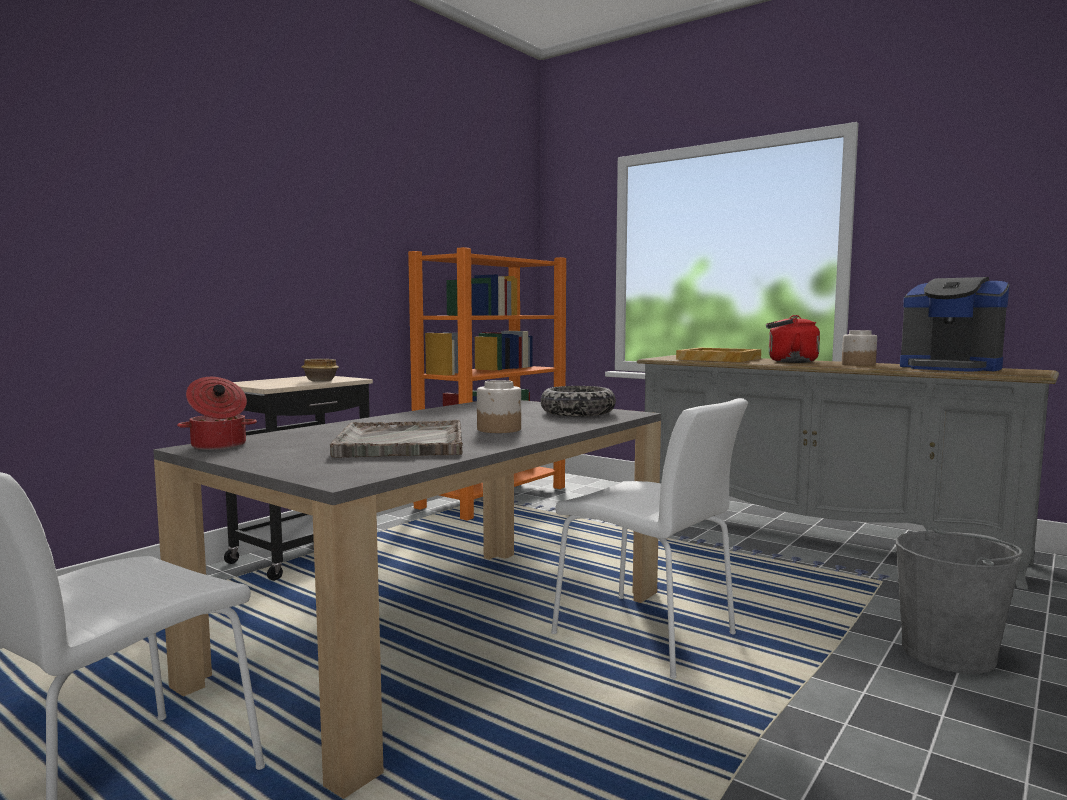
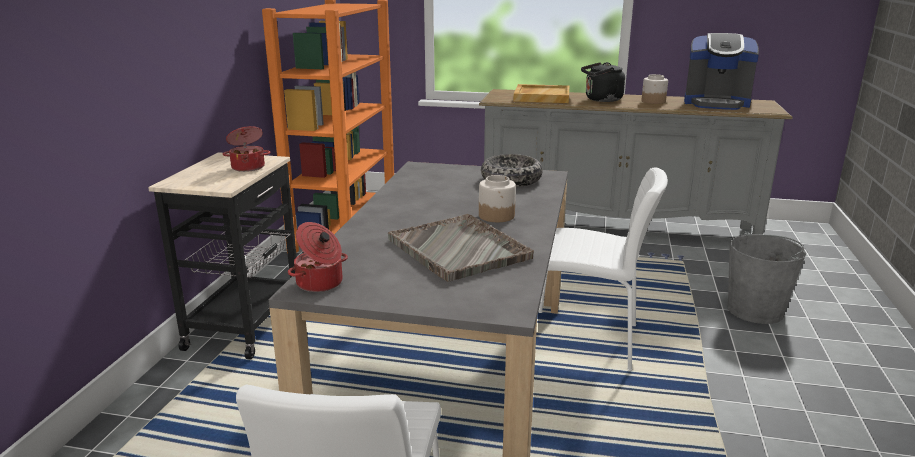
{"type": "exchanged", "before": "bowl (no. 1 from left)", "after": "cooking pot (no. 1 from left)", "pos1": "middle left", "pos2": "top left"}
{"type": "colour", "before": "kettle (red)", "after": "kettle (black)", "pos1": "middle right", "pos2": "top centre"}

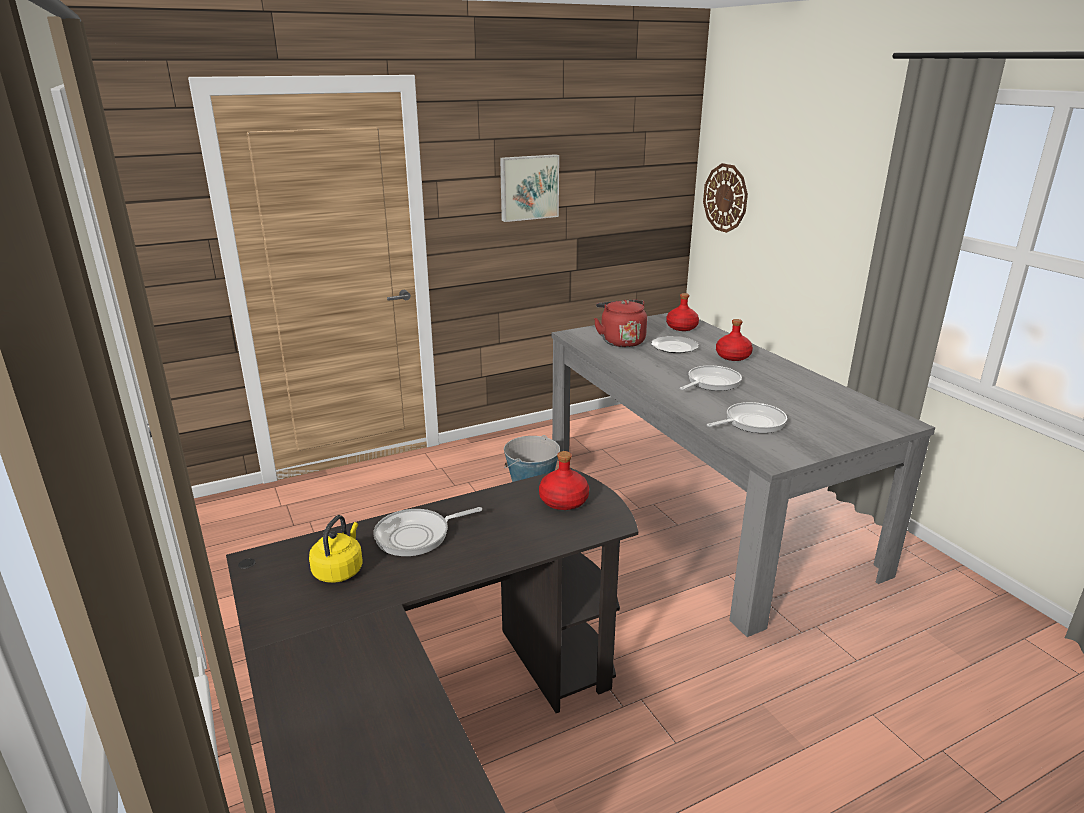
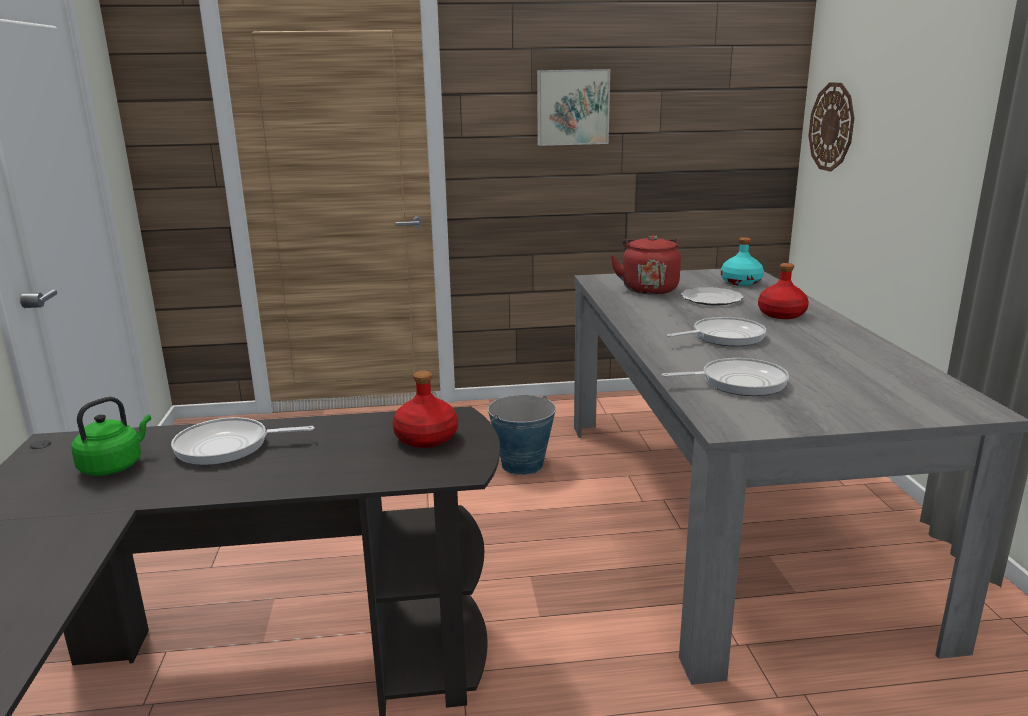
{"type": "colour", "before": "kettle (yellow)", "after": "kettle (green)", "pos1": "bottom left", "pos2": "middle left"}
{"type": "colour", "before": "bottle (red) (no. 2 from left)", "after": "bottle (turquoise)", "pos1": "centre", "pos2": "middle right"}

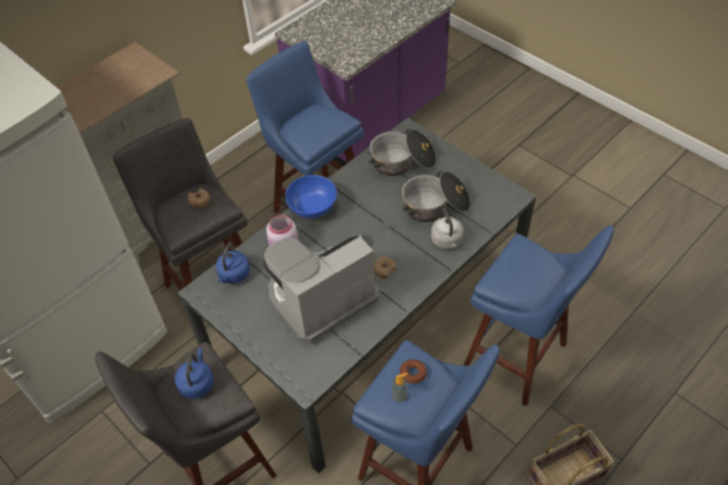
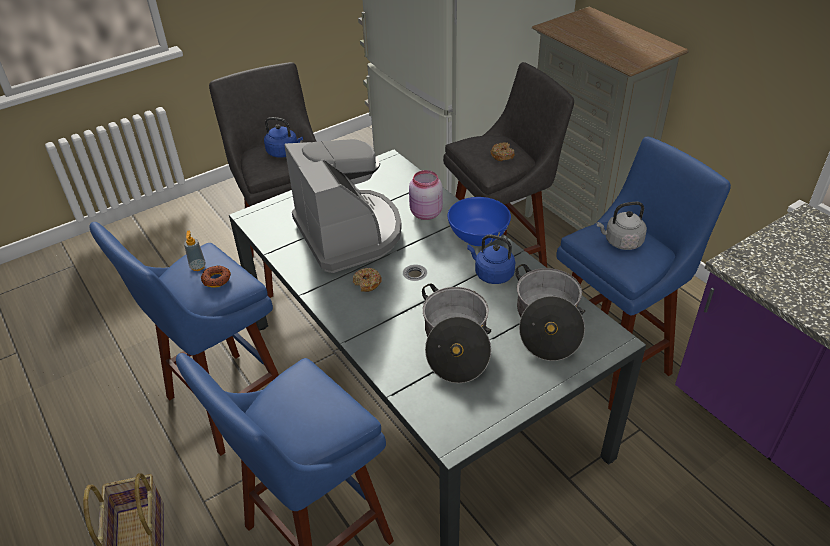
{"type": "relocated", "before": "kettle (blue) (no. 2 from left)", "pos1": "middle left", "pos2": "centre"}
{"type": "relocated", "before": "kettle (grey)", "pos1": "centre", "pos2": "middle right"}

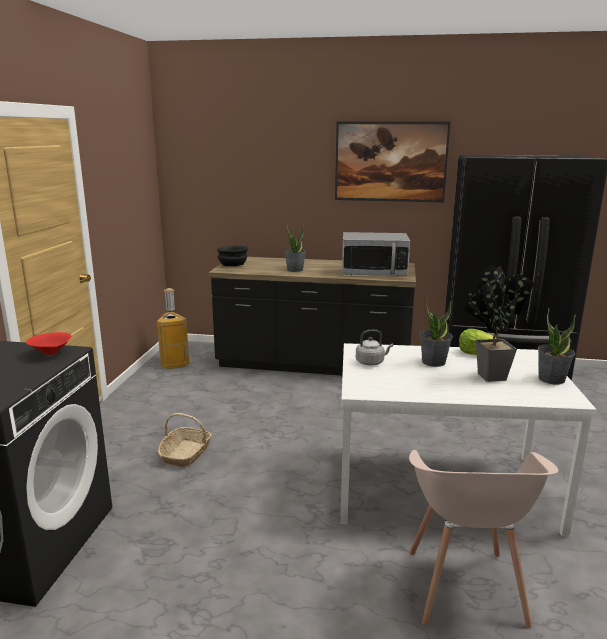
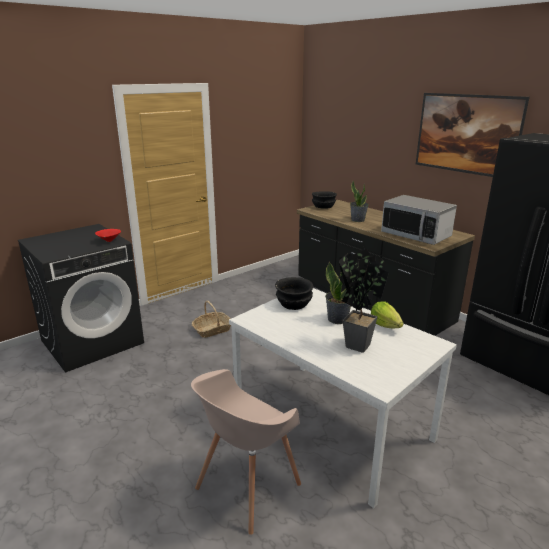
{"type": "missing", "before": "trash can", "pos1": "middle left"}
{"type": "missing", "before": "potted plant (no. 4 from left)", "pos1": "middle right"}
{"type": "exchanged", "before": "kettle (grey)", "after": "bowl (black) (no. 1 from left)", "pos1": "centre", "pos2": "centre"}

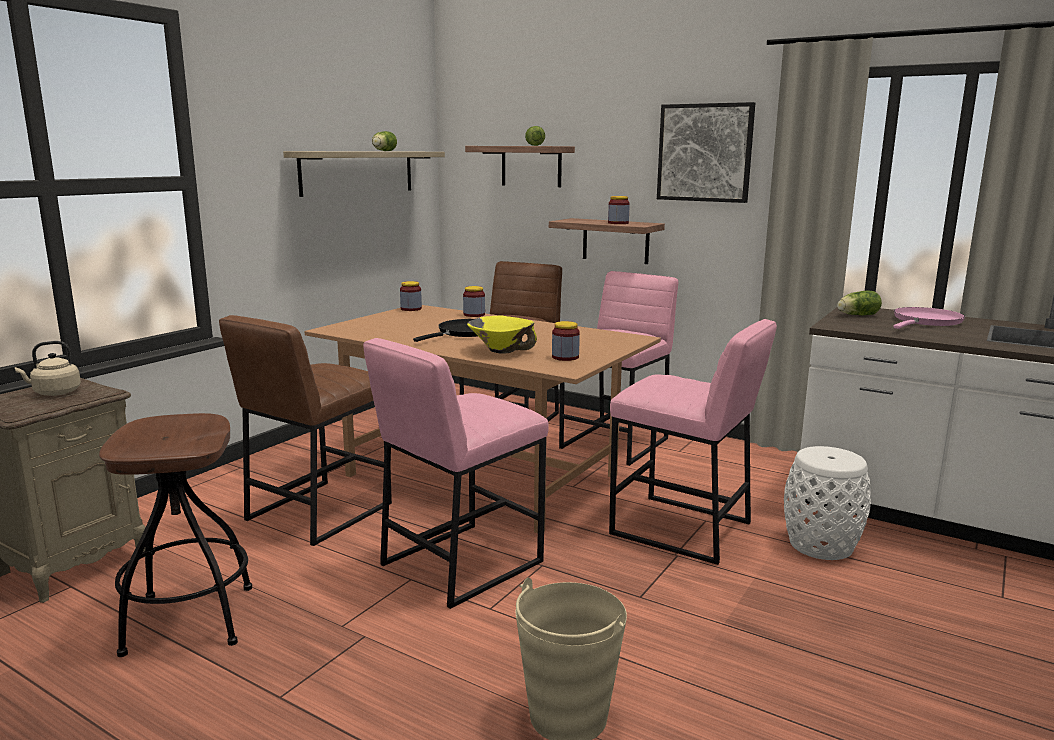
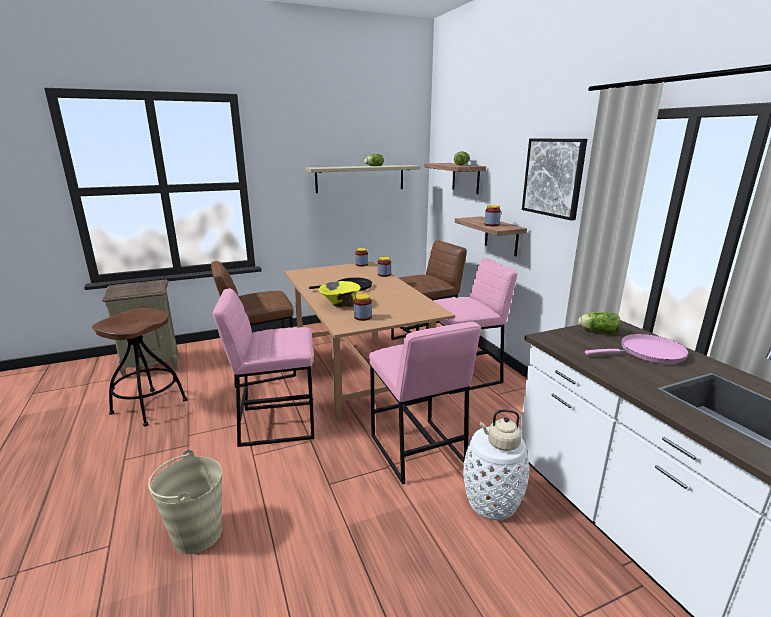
{"type": "relocated", "before": "kettle (beige)", "pos1": "middle left", "pos2": "bottom centre"}

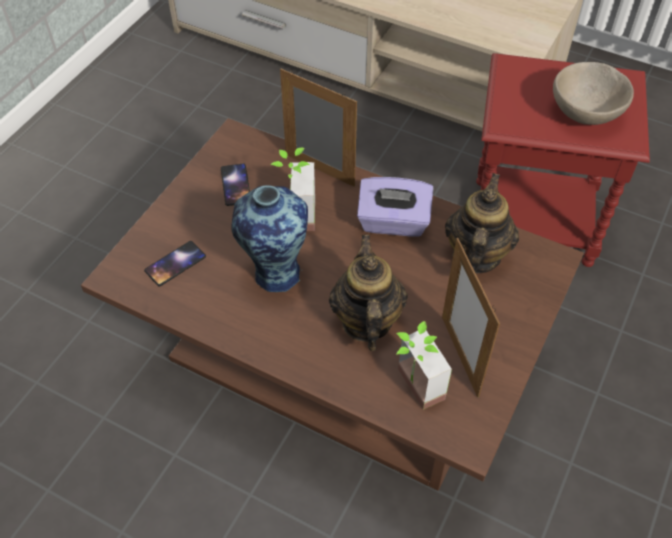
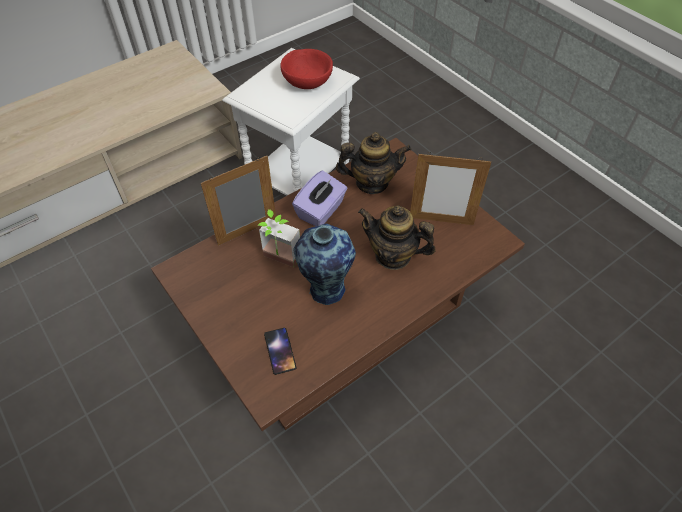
{"type": "missing", "before": "phone (no. 2 from left)", "pos1": "centre"}
{"type": "missing", "before": "potted plant (no. 2 from left)", "pos1": "bottom centre"}
{"type": "colour", "before": "side table (red)", "after": "side table (white)", "pos1": "top right", "pos2": "top centre"}
{"type": "colour", "before": "bowl (beige)", "after": "bowl (red)", "pos1": "top right", "pos2": "top centre"}
{"type": "spun", "before": "teapot (no. 2 from left in the first image)", "pos1": "middle right", "pos2": "top centre", "turn": 135}

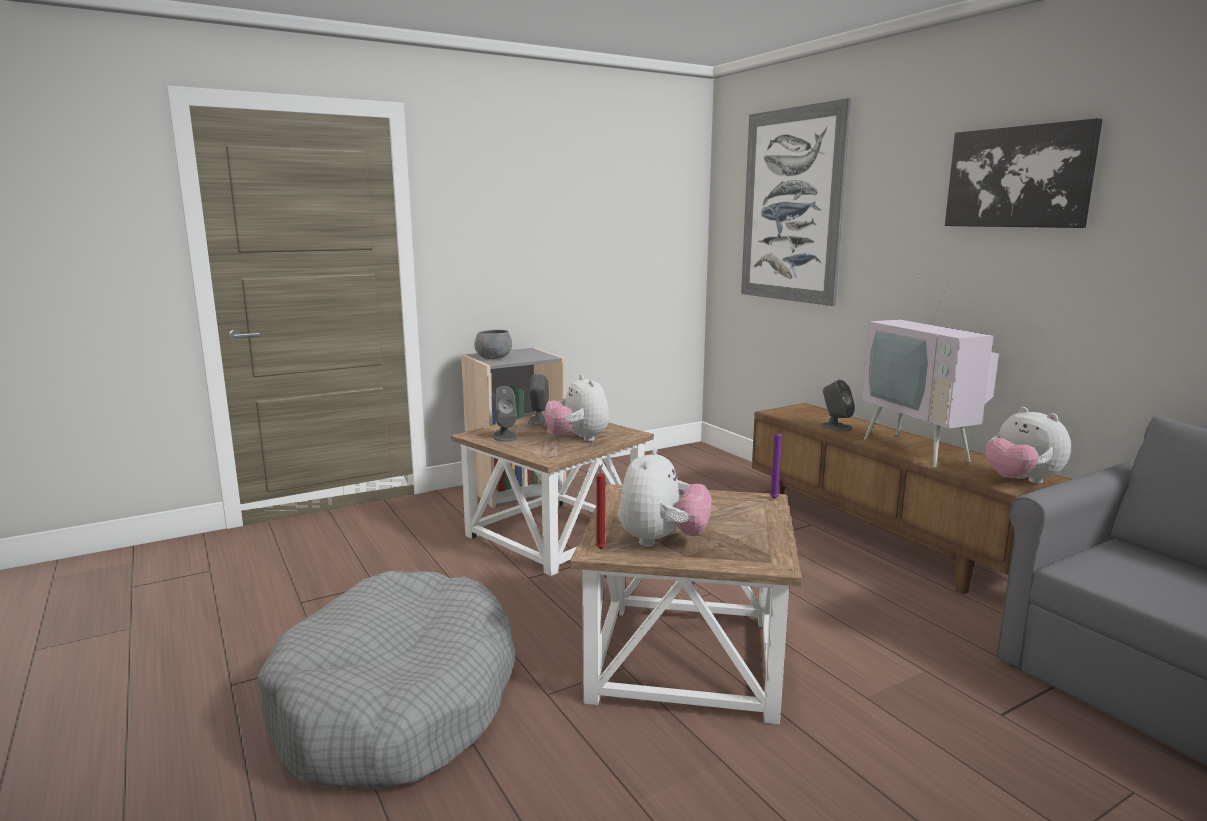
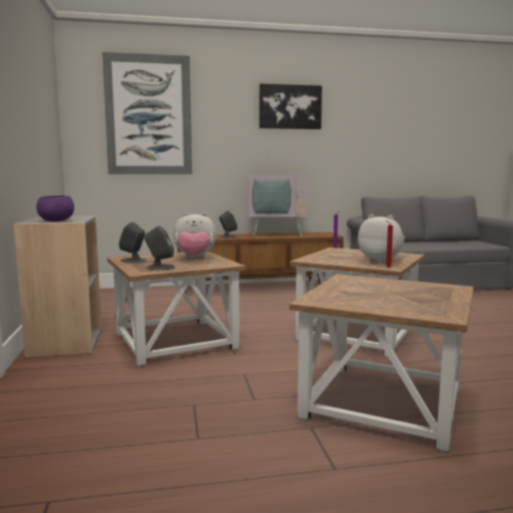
{"type": "missing", "before": "plush toy (no. 3 from left)", "pos1": "middle right"}
{"type": "exchanged", "before": "dog bed (grey)", "after": "side table (brown) (no. 3 from left)", "pos1": "bottom left", "pos2": "bottom right"}
{"type": "colour", "before": "bowl (grey)", "after": "bowl (purple)", "pos1": "centre", "pos2": "middle left"}

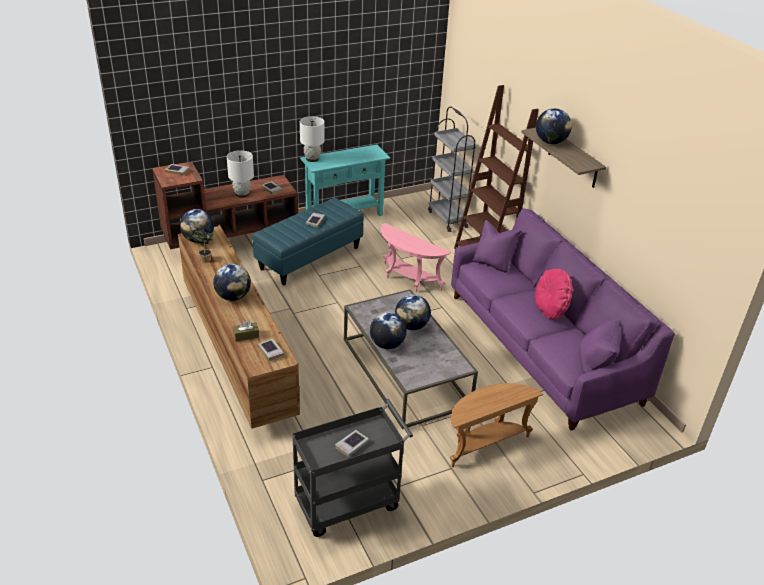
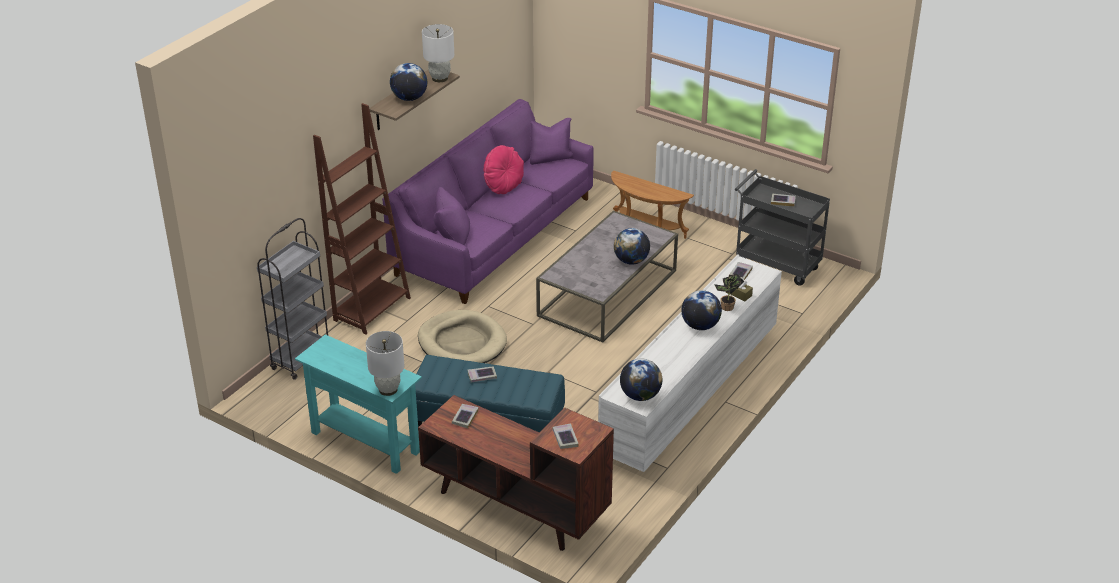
{"type": "missing", "before": "globe (no. 4 from left)", "pos1": "centre"}
{"type": "relocated", "before": "potted plant", "pos1": "middle left", "pos2": "centre"}
{"type": "relocated", "before": "table lamp (white) (no. 1 from left in the first image)", "after": "table lamp (white) (no. 2 from left)", "pos1": "top left", "pos2": "top centre"}
{"type": "exchanged", "before": "side table (pink)", "after": "dog bed (beige)", "pos1": "centre", "pos2": "centre"}
{"type": "colour", "before": "cabinet (brown)", "after": "cabinet (white)", "pos1": "middle left", "pos2": "centre"}

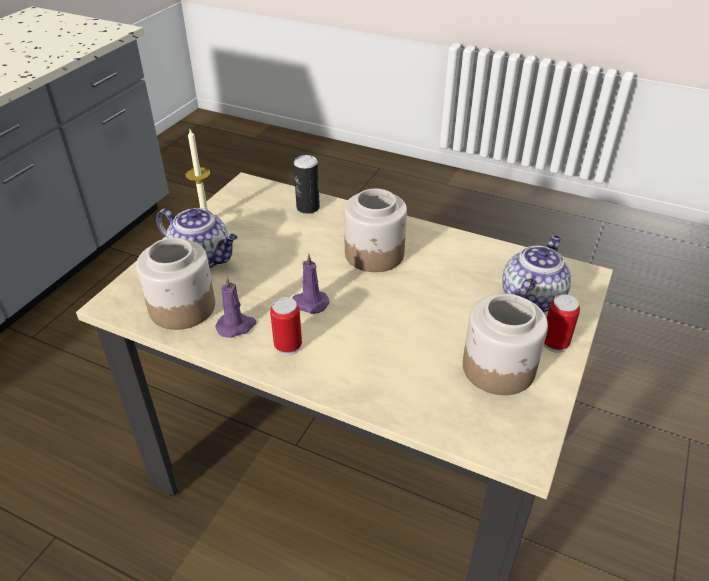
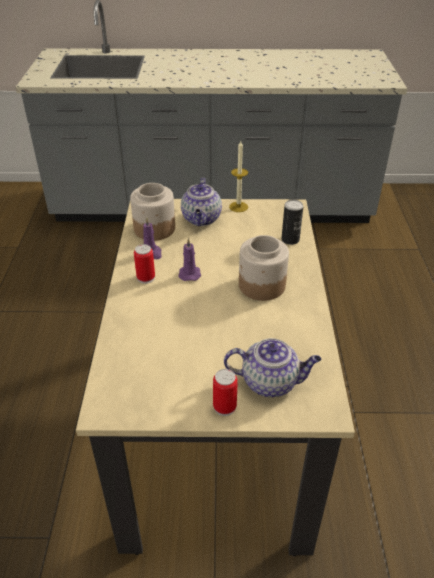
{"type": "missing", "before": "jar (no. 3 from left)", "pos1": "middle right"}

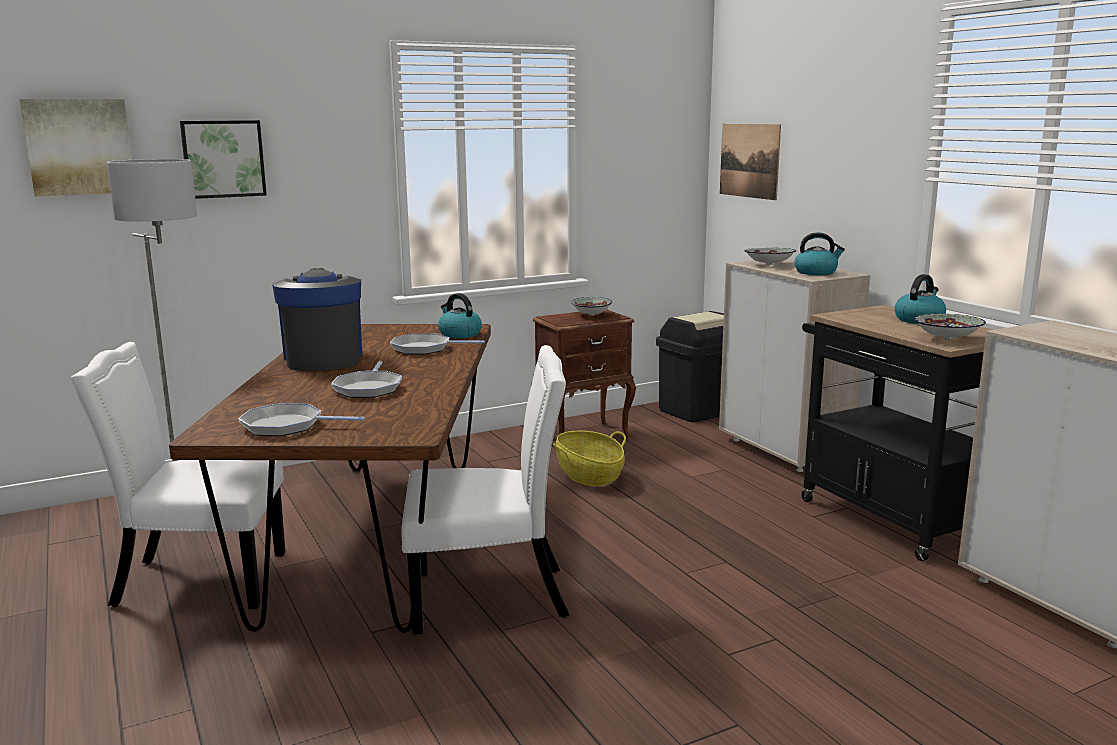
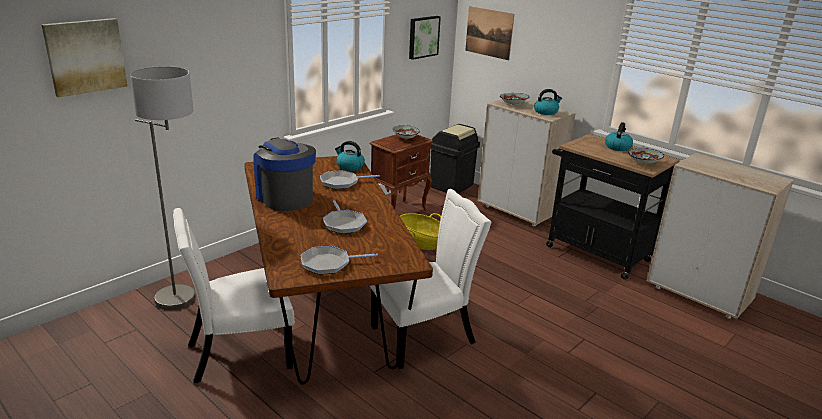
{"type": "relocated", "before": "picture (no. 2 from left)", "pos1": "top left", "pos2": "top centre"}

